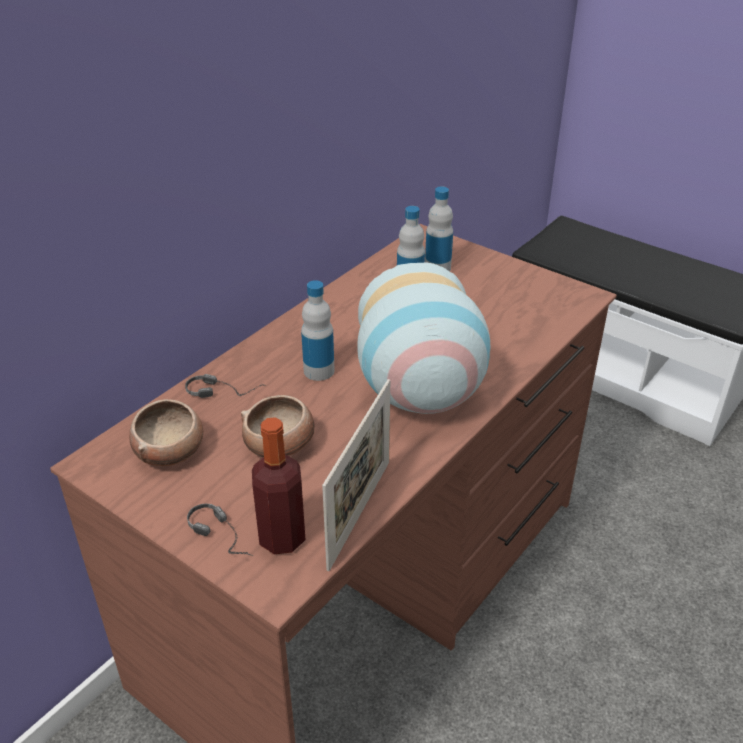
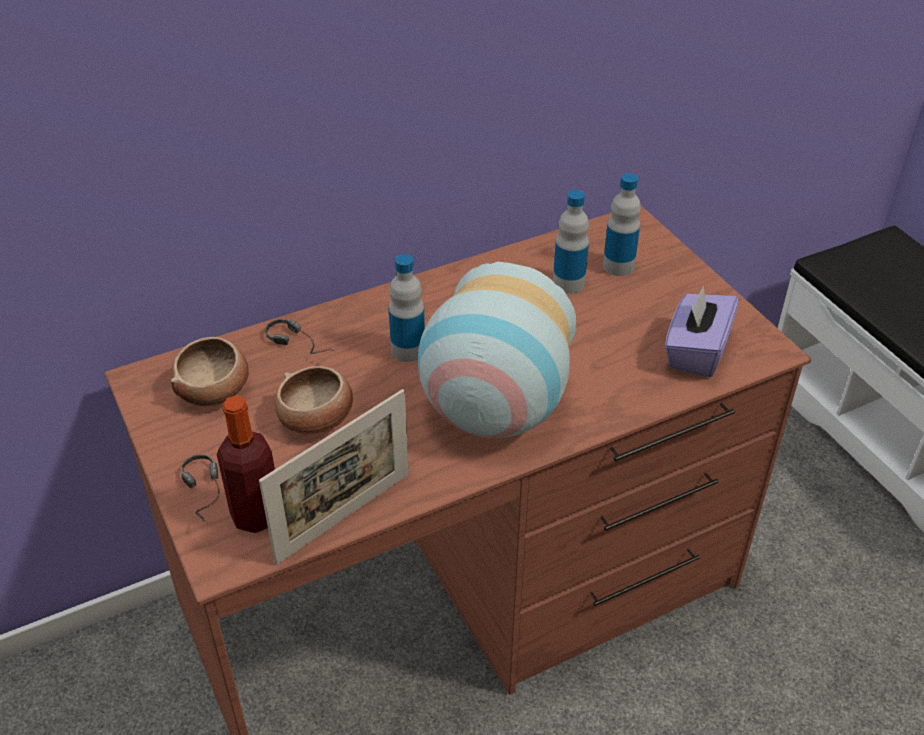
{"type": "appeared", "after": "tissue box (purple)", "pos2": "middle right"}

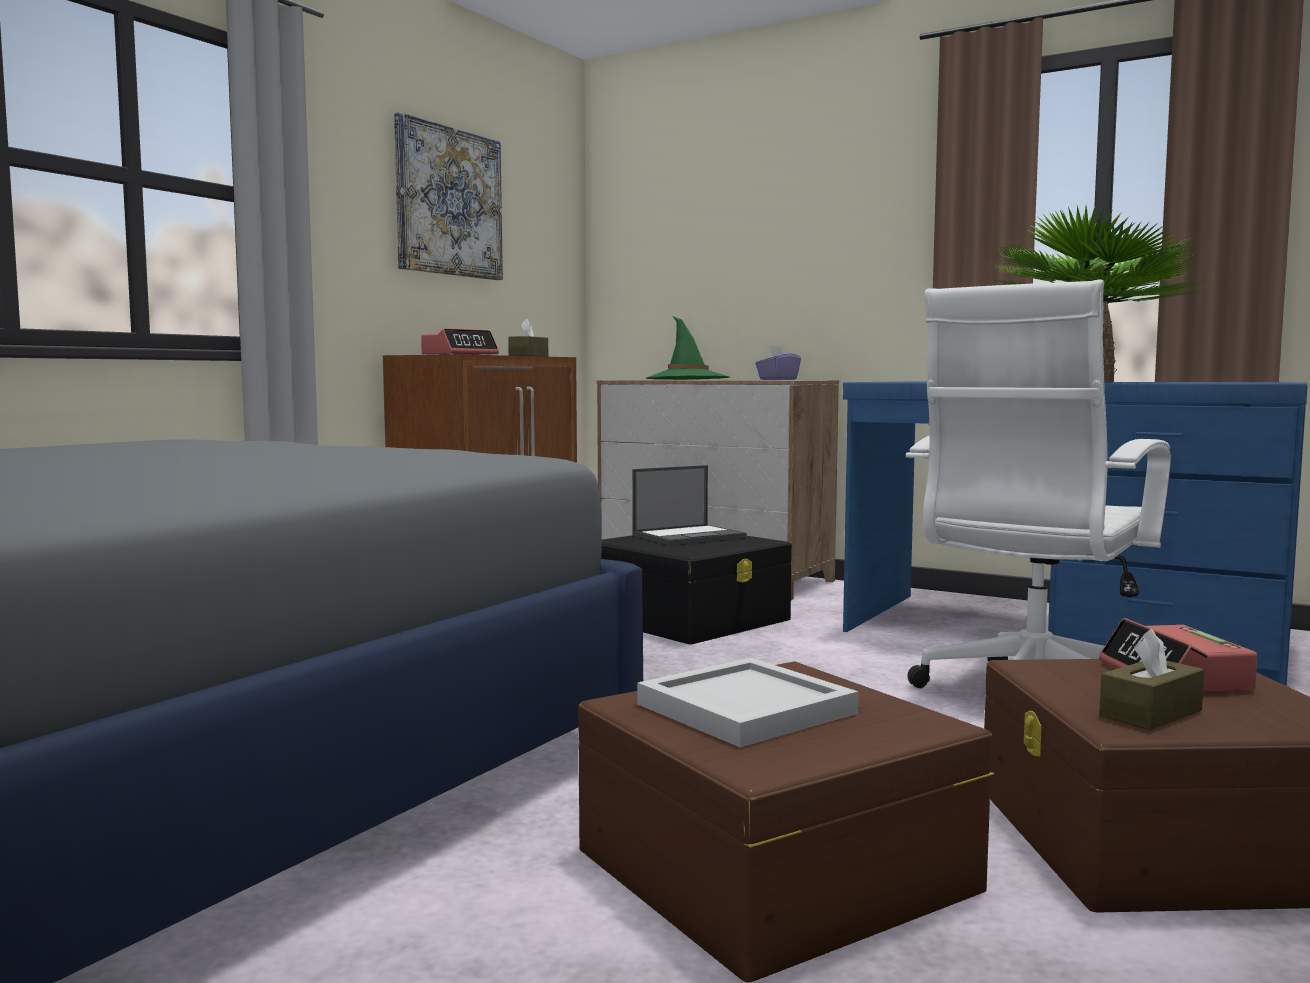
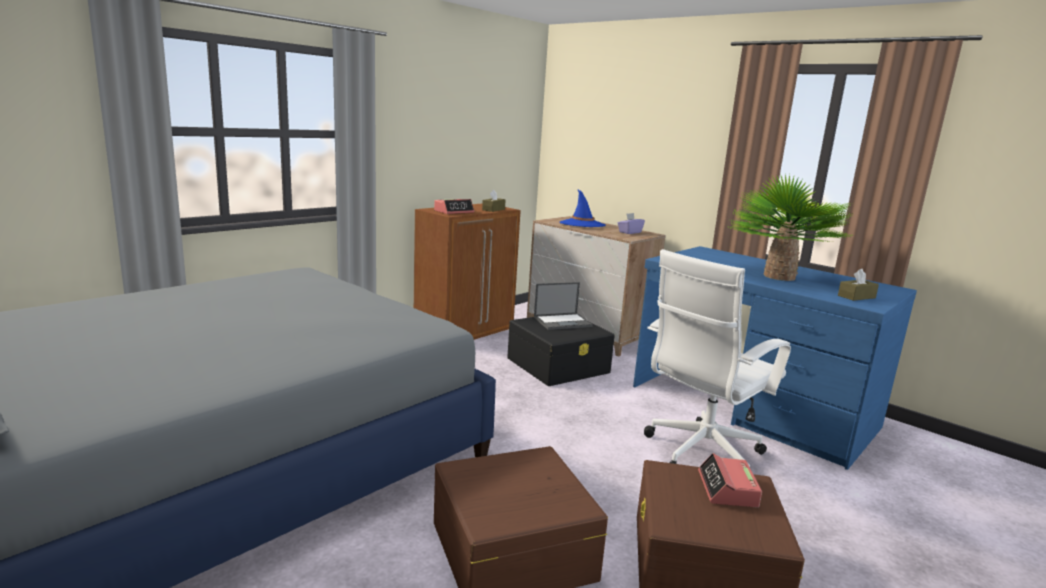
{"type": "missing", "before": "picture", "pos1": "top centre"}
{"type": "missing", "before": "tray (white)", "pos1": "bottom centre"}
{"type": "relocated", "before": "tissue box (brown) (no. 2 from left)", "pos1": "bottom right", "pos2": "middle right"}
{"type": "colour", "before": "hat (green)", "after": "hat (blue)", "pos1": "centre", "pos2": "centre"}

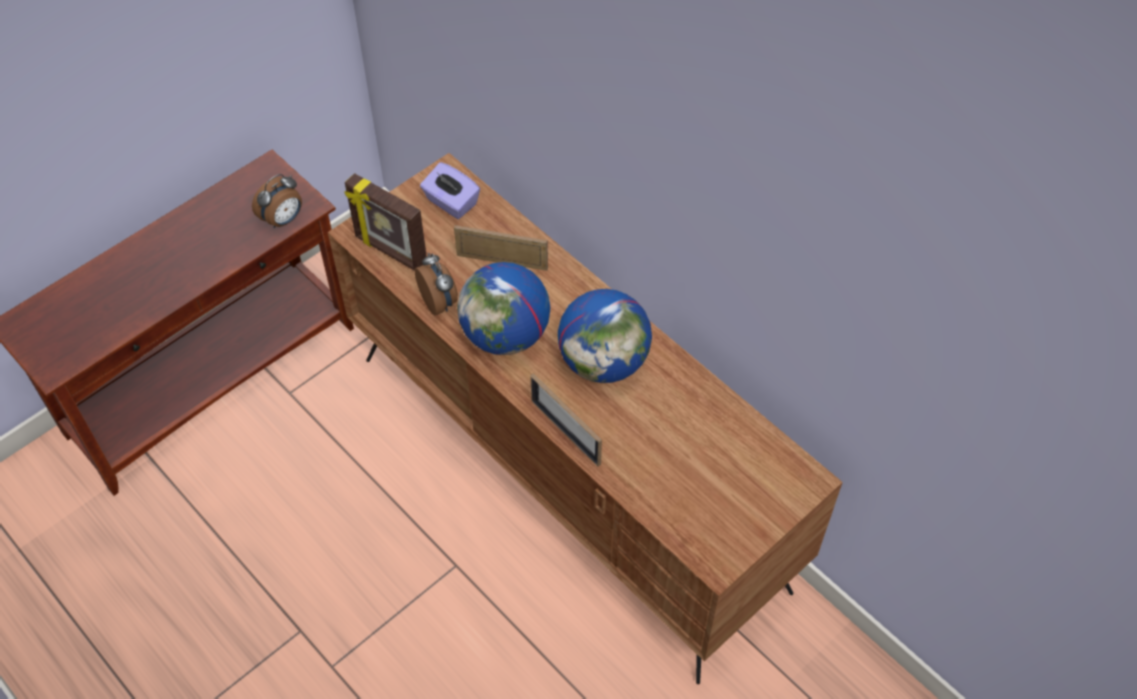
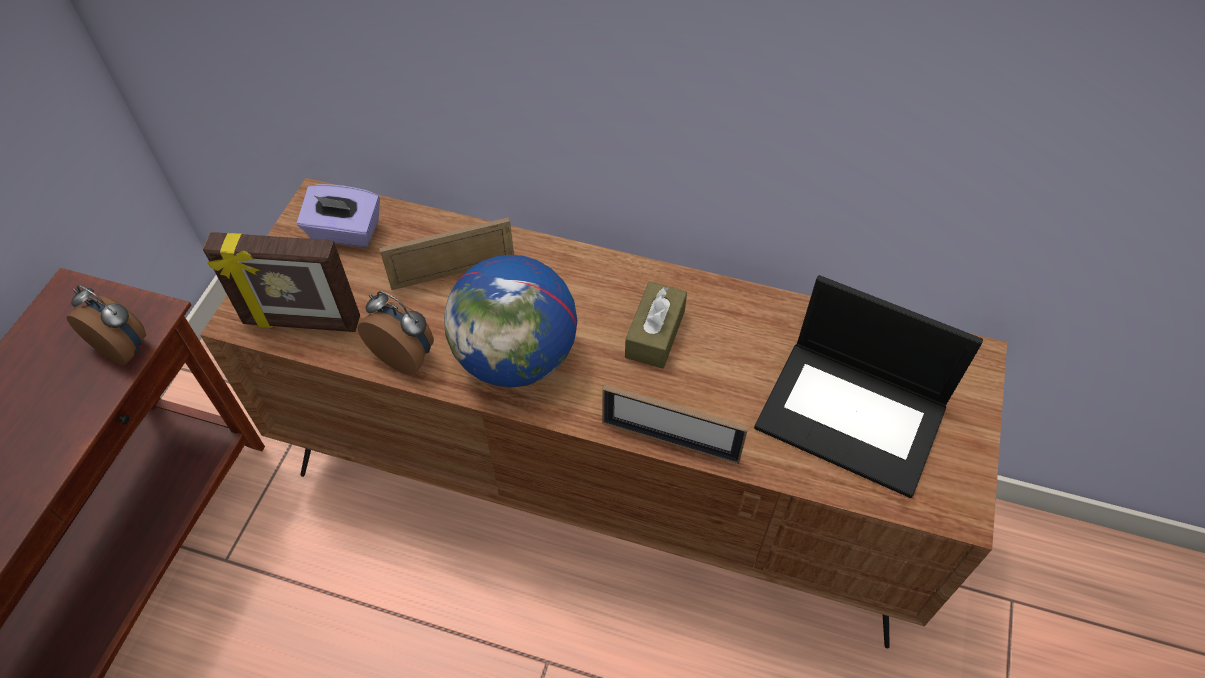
{"type": "appeared", "after": "laptop", "pos2": "middle right"}
{"type": "exchanged", "before": "globe (no. 2 from left)", "after": "tissue box (brown)", "pos1": "centre", "pos2": "centre"}
{"type": "spun", "before": "alarm clock (no. 1 from left)", "pos1": "top left", "pos2": "middle left", "turn": -75}

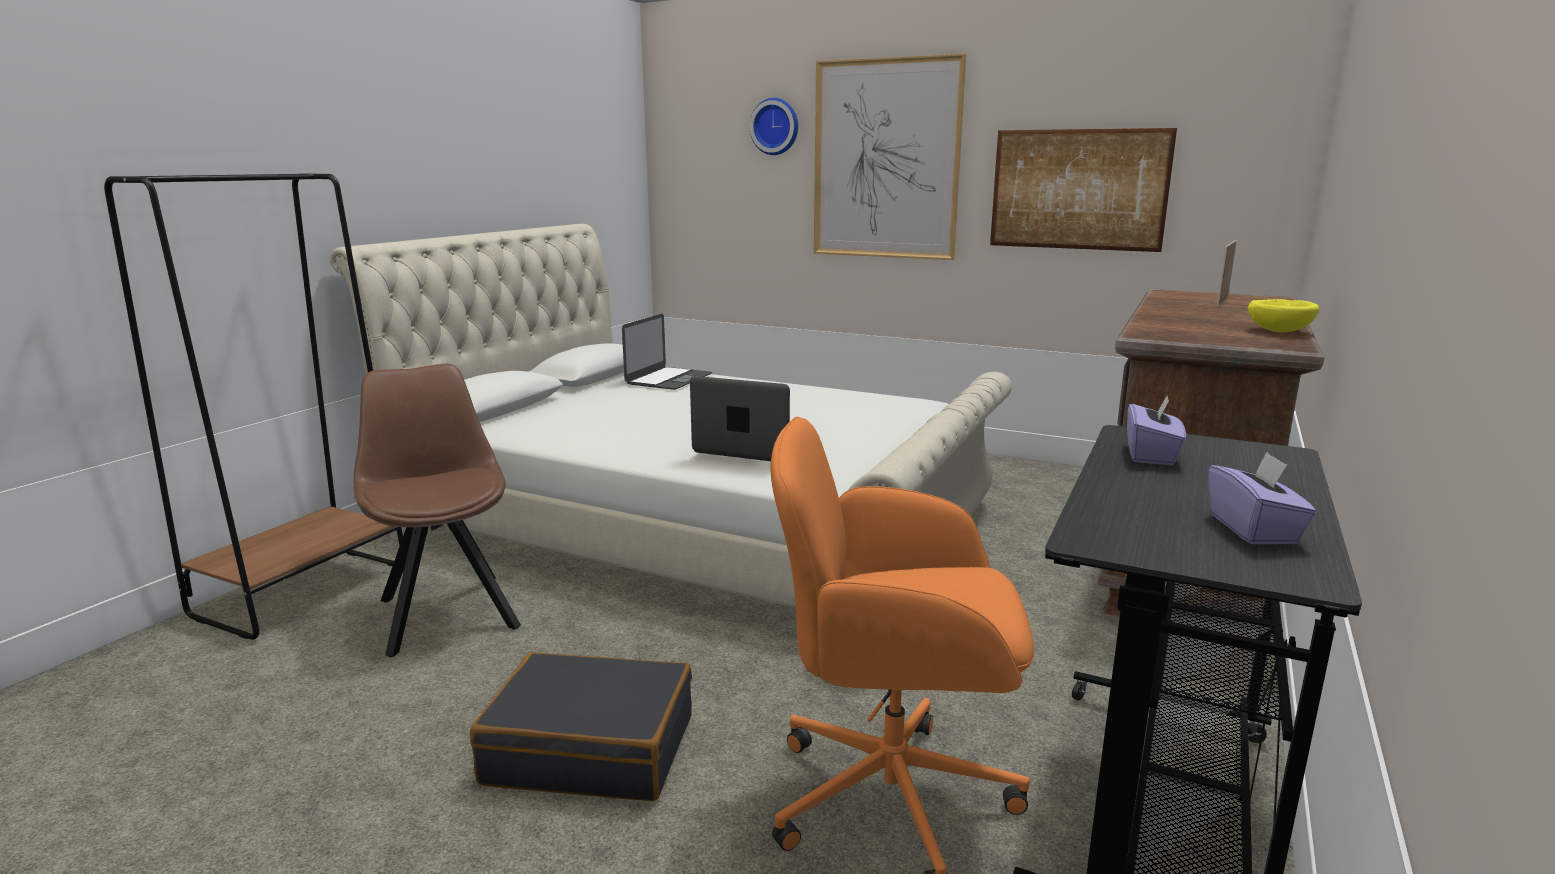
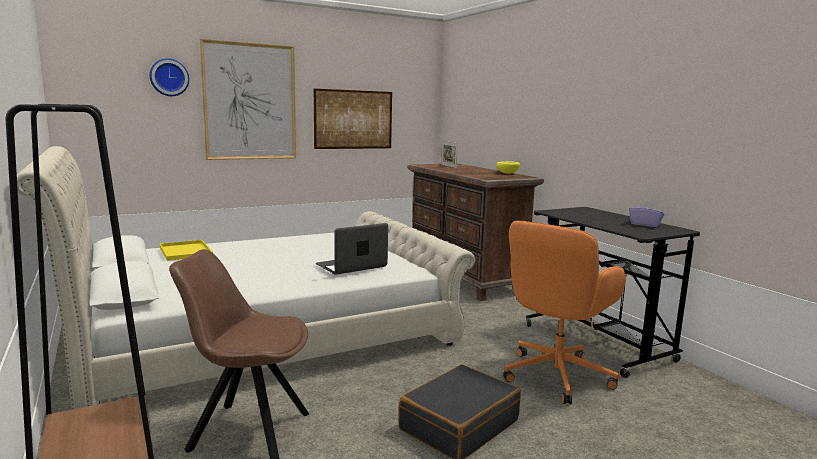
{"type": "missing", "before": "tissue box (purple) (no. 1 from left)", "pos1": "middle right"}
{"type": "exchanged", "before": "laptop (no. 1 from left)", "after": "tray (yellow)", "pos1": "centre", "pos2": "middle left"}

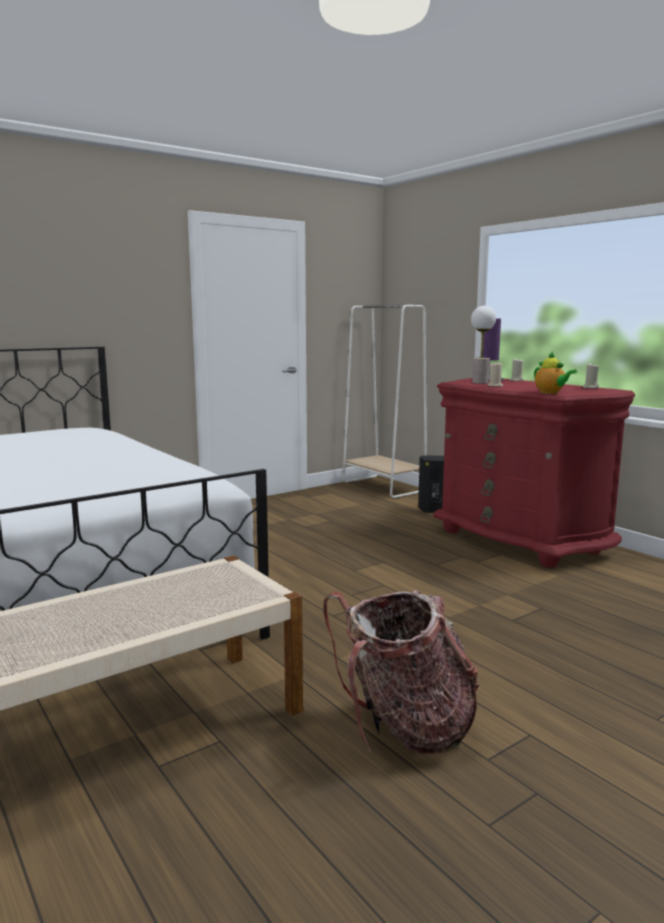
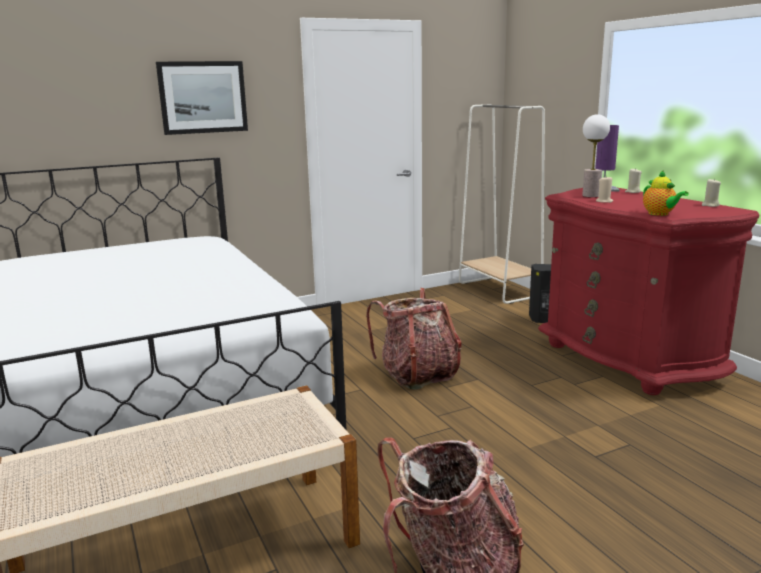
{"type": "appeared", "after": "picture", "pos2": "top left"}
{"type": "appeared", "after": "backpack (no. 1 from left)", "pos2": "centre"}

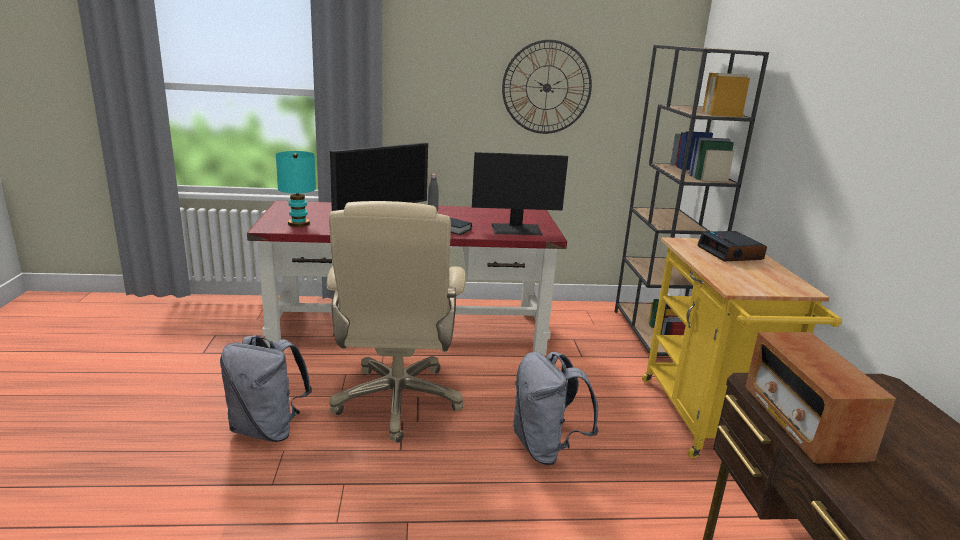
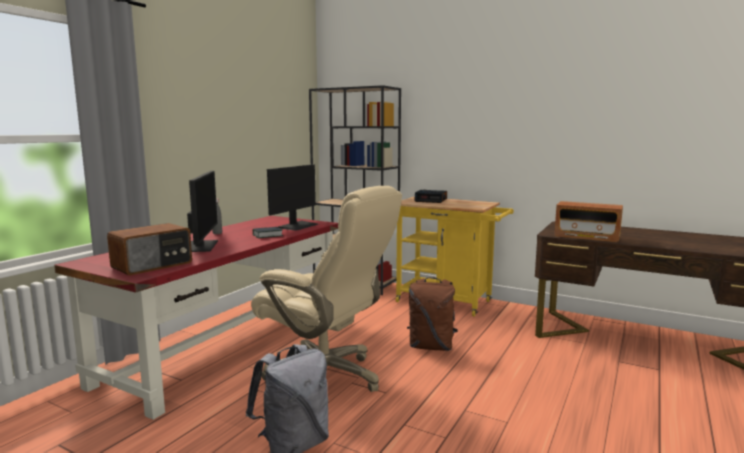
{"type": "missing", "before": "wall clock", "pos1": "top centre"}
{"type": "exchanged", "before": "table lamp (turquoise)", "after": "radio (no. 1 from left)", "pos1": "middle left", "pos2": "middle left"}
{"type": "colour", "before": "backpack (grey) (no. 2 from left)", "after": "backpack (brown)", "pos1": "bottom centre", "pos2": "bottom centre"}

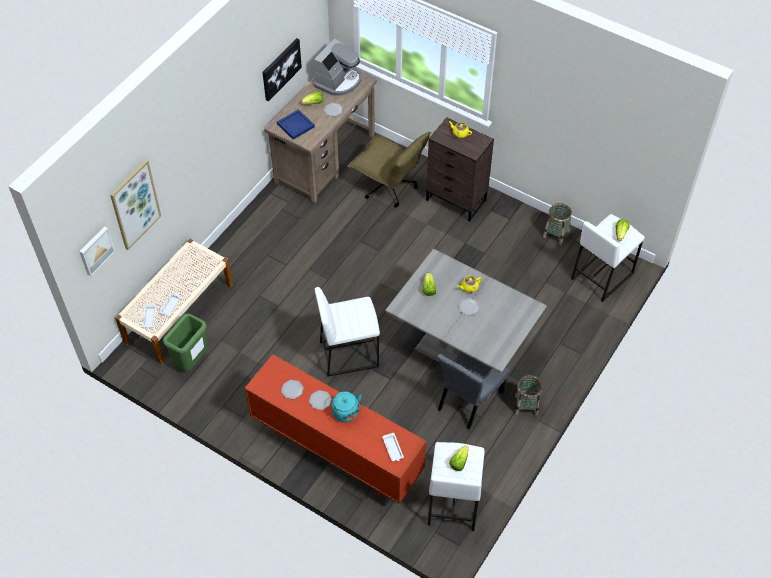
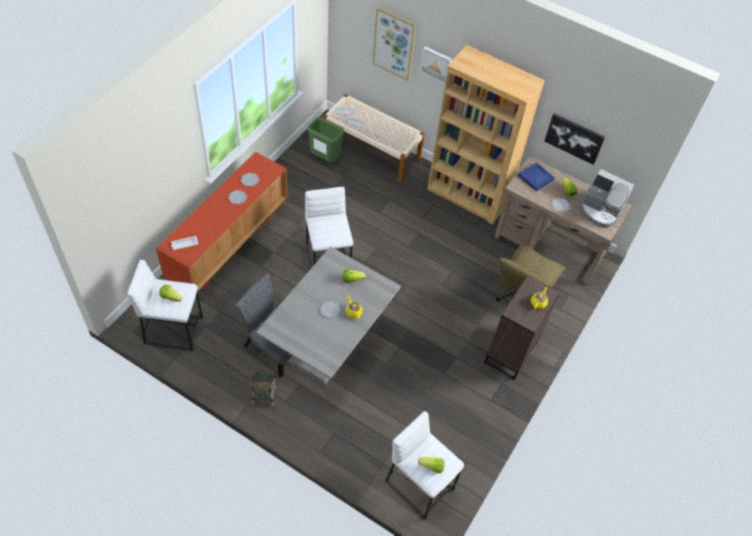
{"type": "missing", "before": "kettle (turquoise)", "pos1": "bottom centre"}
{"type": "missing", "before": "basket (no. 2 from left)", "pos1": "middle right"}
{"type": "appeared", "after": "bookcase (brown)", "pos2": "top centre"}
{"type": "relocated", "before": "picture (no. 1 from left in the first image)", "after": "picture (no. 2 from left)", "pos1": "middle left", "pos2": "top centre"}

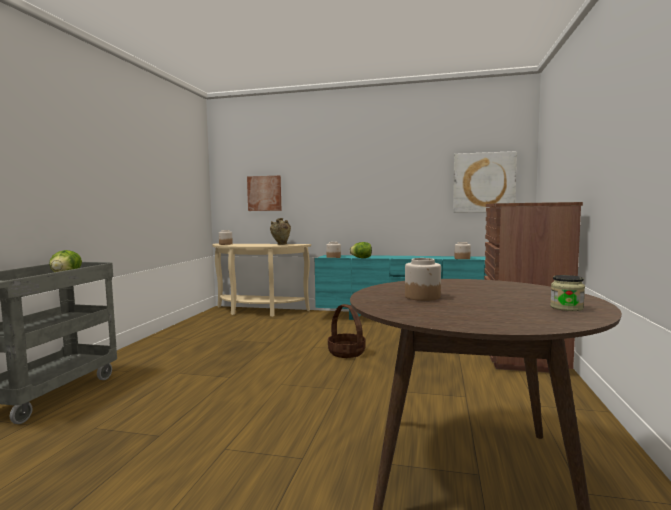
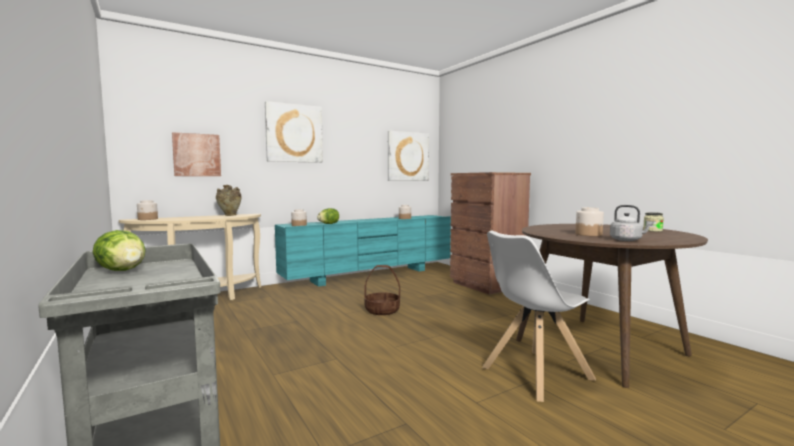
{"type": "appeared", "after": "picture (no. 2 from left)", "pos2": "top centre"}
{"type": "appeared", "after": "chair", "pos2": "bottom right"}
{"type": "appeared", "after": "kettle (grey)", "pos2": "middle right"}

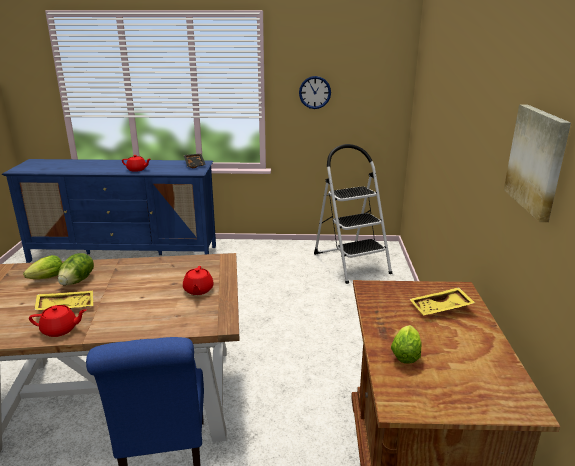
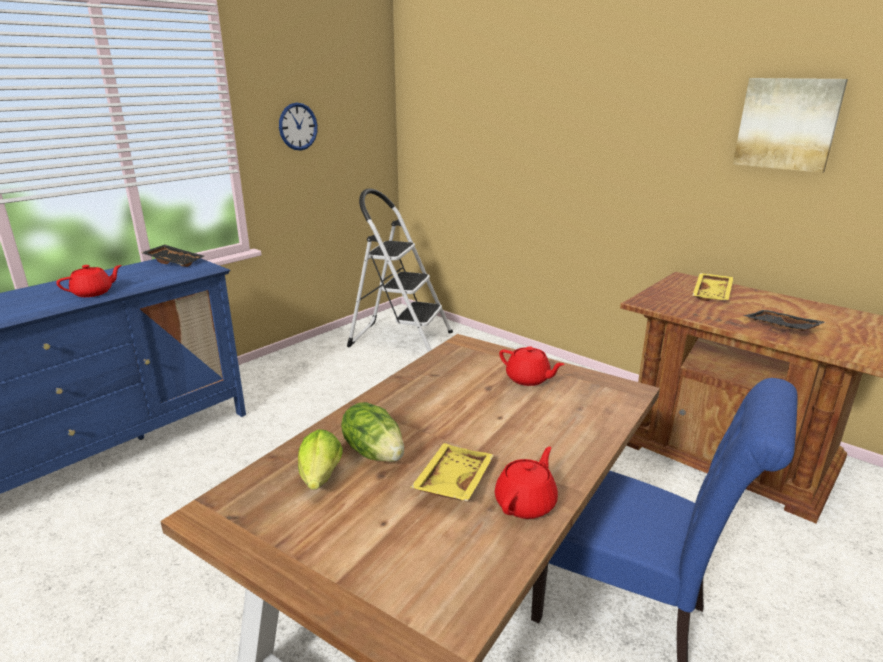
{"type": "exchanged", "before": "lettuce (no. 3 from left)", "after": "tray (black) (no. 2 from left)", "pos1": "bottom right", "pos2": "middle right"}

